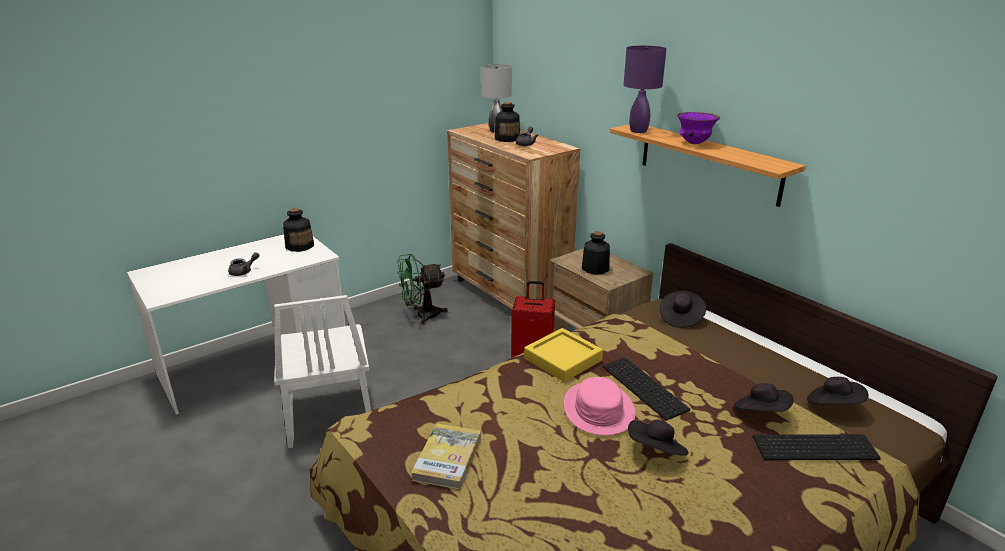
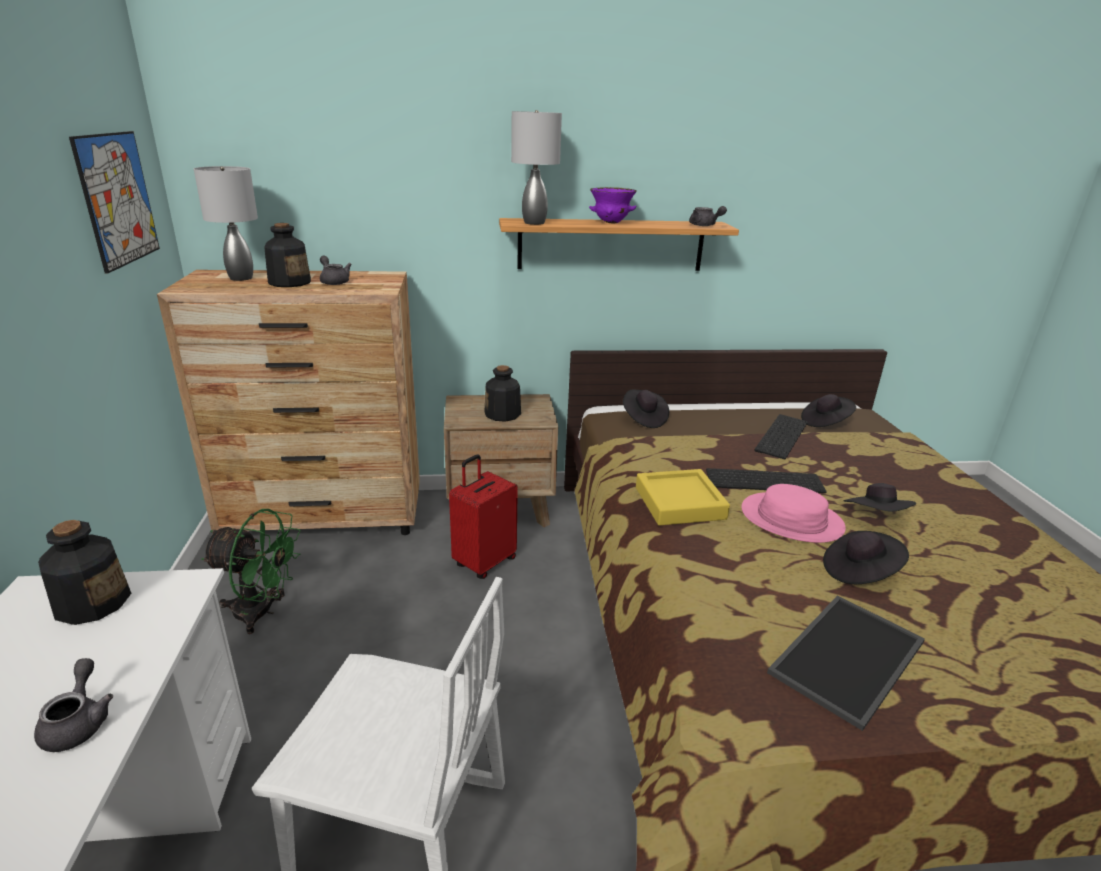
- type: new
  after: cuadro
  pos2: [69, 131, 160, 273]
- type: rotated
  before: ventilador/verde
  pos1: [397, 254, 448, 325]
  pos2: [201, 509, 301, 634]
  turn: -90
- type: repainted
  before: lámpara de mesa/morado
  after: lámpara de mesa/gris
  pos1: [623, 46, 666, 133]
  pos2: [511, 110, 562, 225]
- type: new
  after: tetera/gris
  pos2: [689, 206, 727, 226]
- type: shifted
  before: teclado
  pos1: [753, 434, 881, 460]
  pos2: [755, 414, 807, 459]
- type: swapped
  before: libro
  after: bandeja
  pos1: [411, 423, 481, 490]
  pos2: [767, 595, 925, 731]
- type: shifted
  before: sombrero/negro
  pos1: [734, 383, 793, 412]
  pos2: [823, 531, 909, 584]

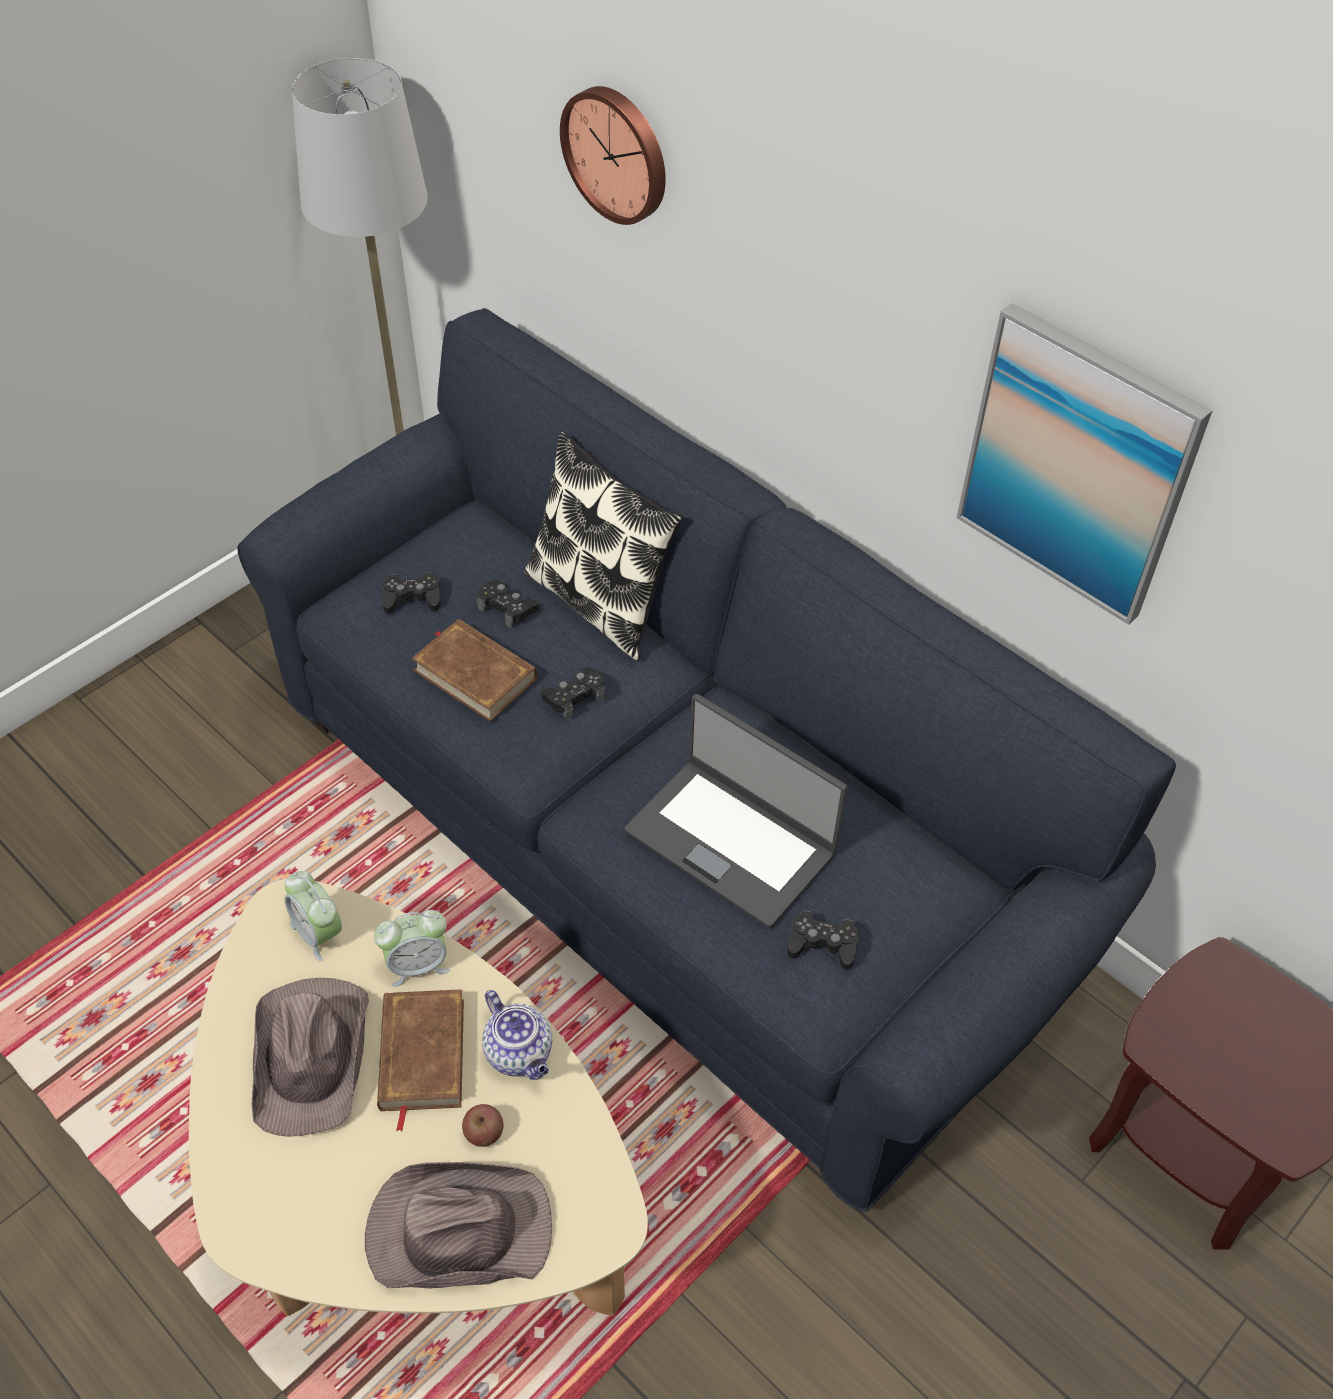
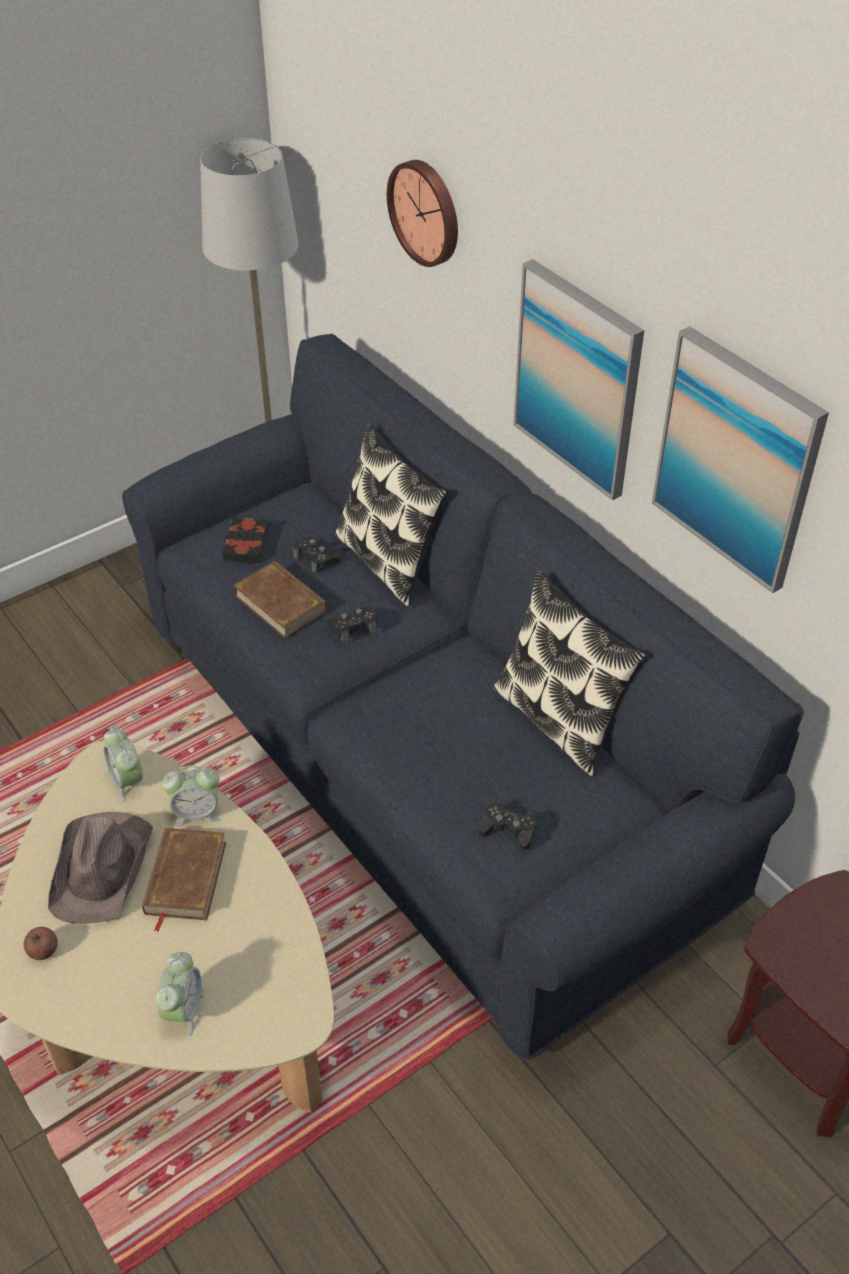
- type: shifted
  before: manzana
  pos1: [462, 1104, 503, 1147]
  pos2: [24, 927, 58, 960]
- type: swapped
  before: sombrero/marrón
  after: despertador
  pos1: [365, 1162, 552, 1289]
  pos2: [156, 952, 205, 1036]
- type: swapped
  before: mando de consola/negro
  after: libro/negro
  pos1: [382, 572, 441, 614]
  pos2: [222, 517, 269, 563]
- type: new
  after: cojín
  pos2: [493, 571, 647, 776]
- type: new
  after: cuadro
  pos2: [513, 259, 644, 501]
- type: gone
  before: tetera
  pos1: [482, 990, 552, 1080]
- type: gone
  before: portátil
  pos1: [625, 694, 848, 928]

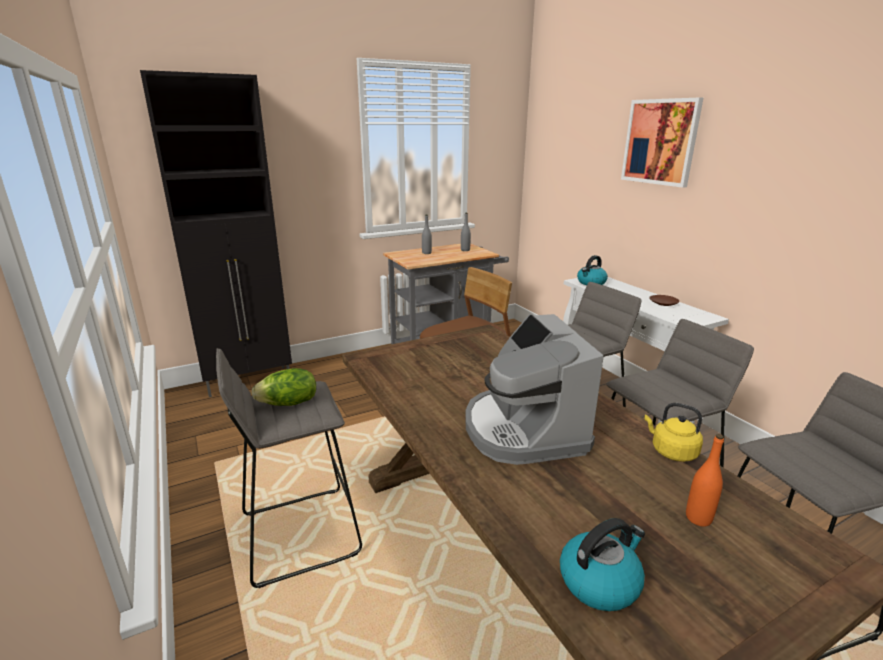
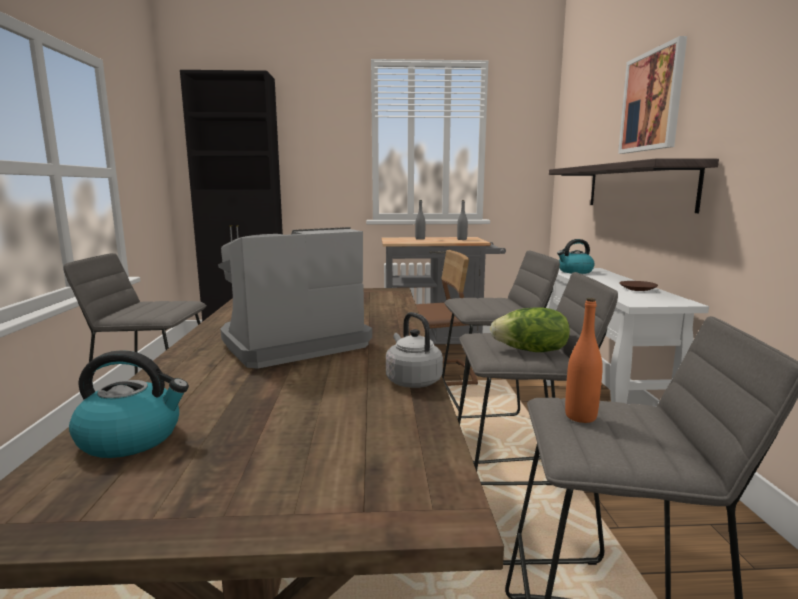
- type: rotated
  before: cafetera
  pos1: [465, 314, 604, 465]
  pos2: [218, 227, 372, 369]
  turn: 45
- type: repainted
  before: hervidor/amarillo
  after: hervidor/gris
  pos1: [644, 403, 703, 462]
  pos2: [386, 312, 443, 388]
- type: shifted
  before: lechuga
  pos1: [251, 368, 316, 406]
  pos2: [490, 307, 570, 352]
- type: new
  after: estante
  pos2: [549, 158, 719, 213]
- type: shifted
  before: botella/naranja
  pos1: [686, 434, 724, 527]
  pos2: [565, 298, 603, 423]

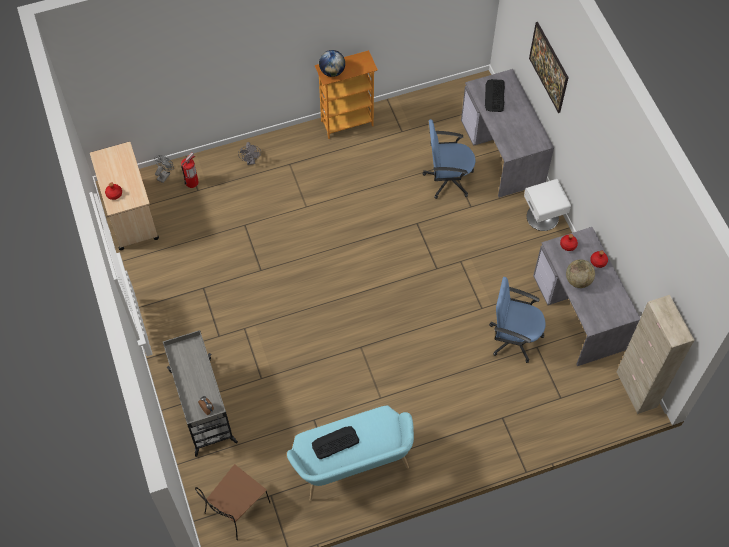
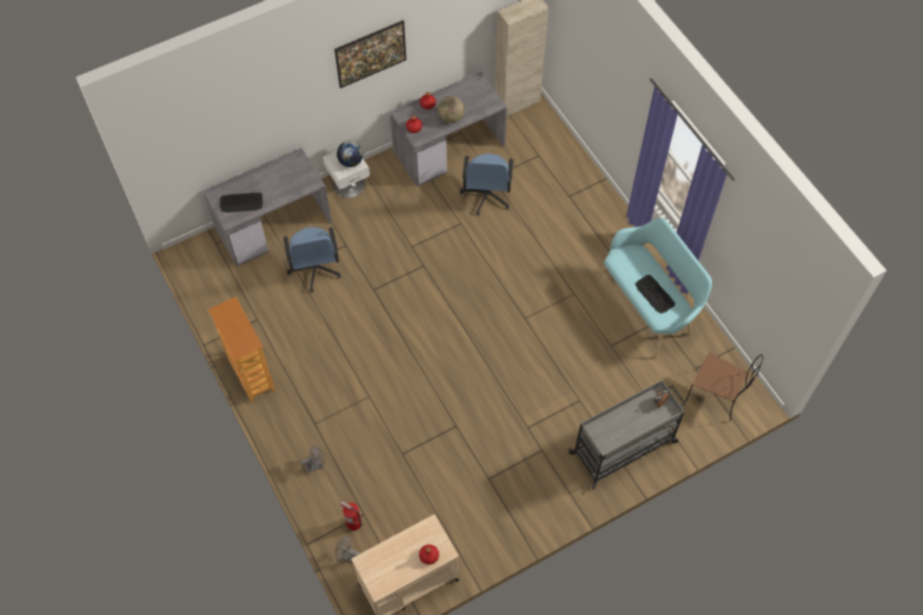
- type: shifted
  before: cuadro
  pos1: [529, 22, 569, 113]
  pos2: [334, 20, 406, 88]
- type: shifted
  before: globo terráqueo
  pos1: [319, 50, 345, 77]
  pos2: [337, 141, 363, 167]

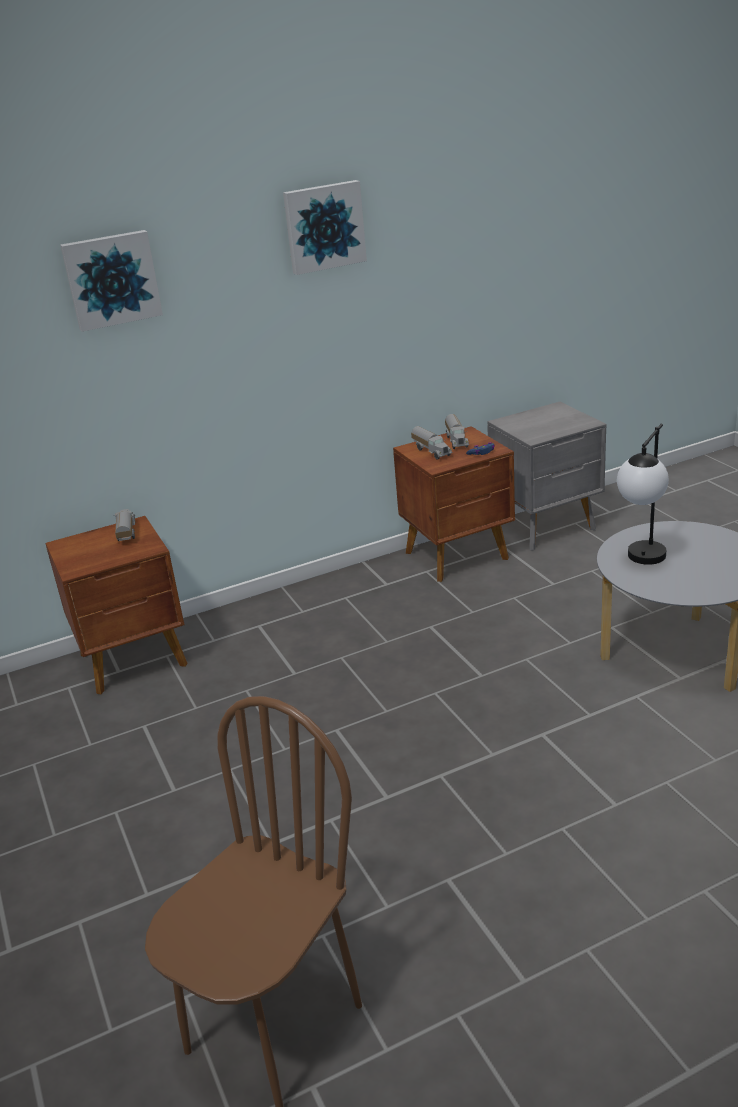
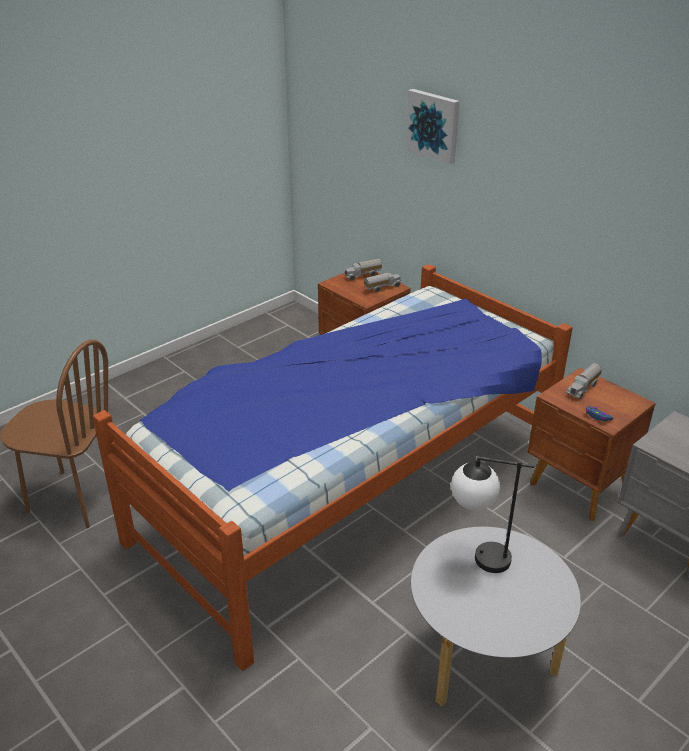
- type: new
  after: cama
  pos2: [92, 264, 572, 671]
- type: shifted
  before: camión de juguete
  pos1: [445, 414, 469, 449]
  pos2: [343, 259, 382, 281]
- type: gone
  before: cuadro
  pos1: [283, 180, 367, 275]

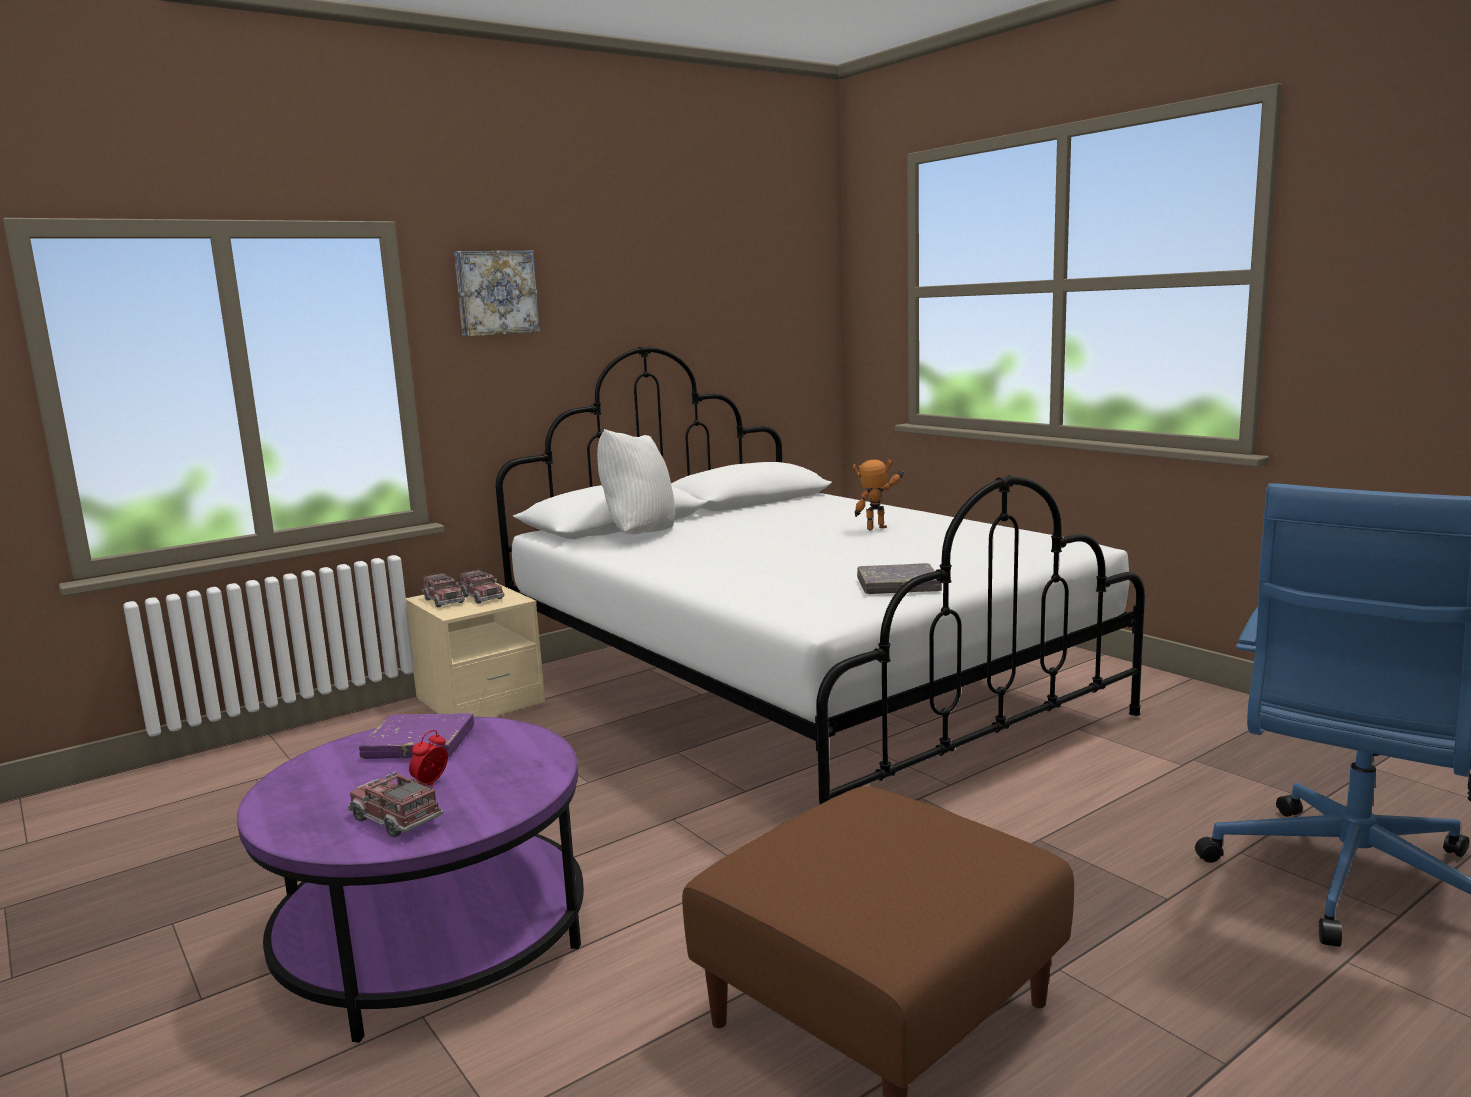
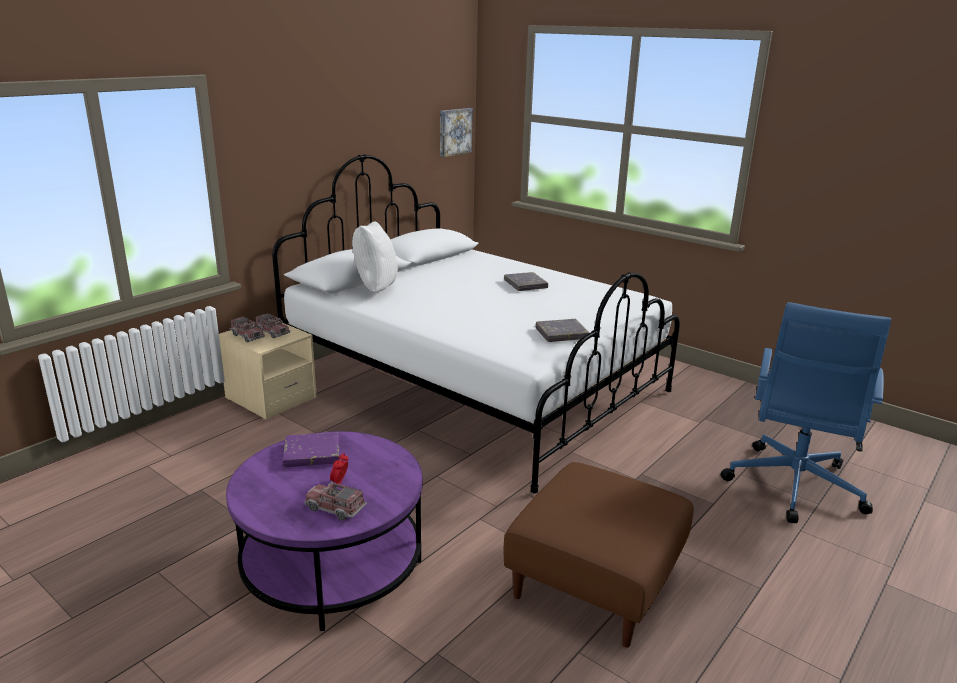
- type: shifted
  before: cuadro
  pos1: [454, 251, 540, 336]
  pos2: [440, 108, 473, 157]
- type: swapped
  before: robot de juguete
  after: libro/gris
  pos1: [853, 459, 904, 530]
  pos2: [504, 272, 548, 291]

